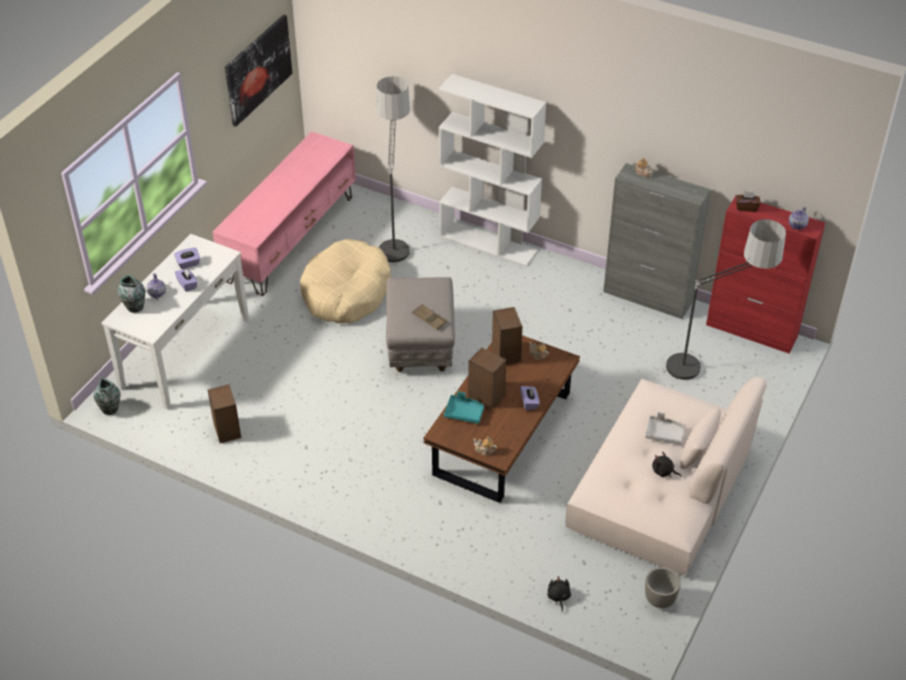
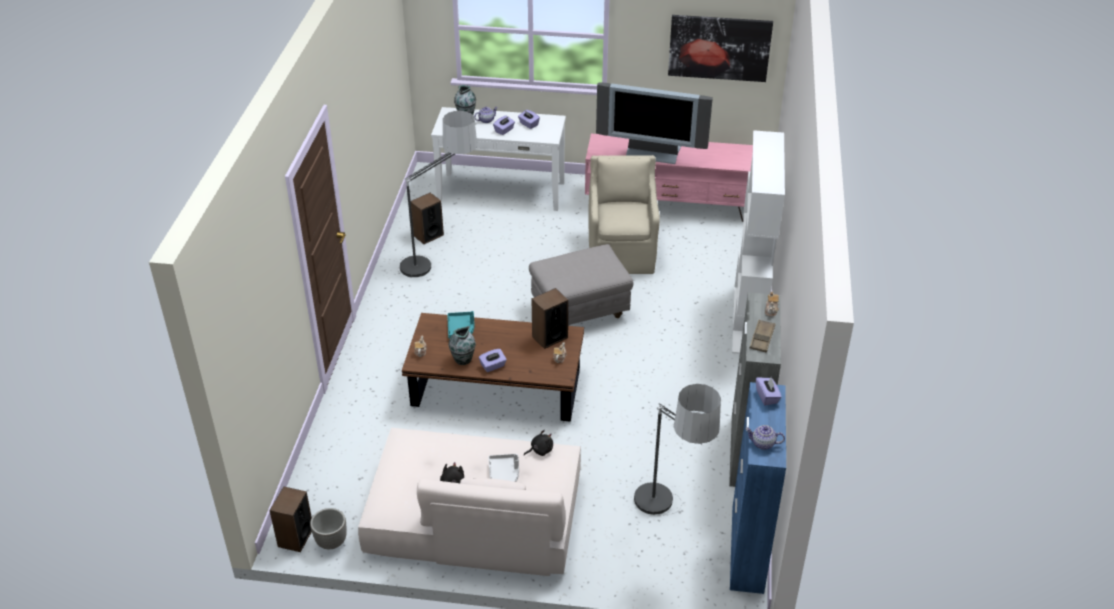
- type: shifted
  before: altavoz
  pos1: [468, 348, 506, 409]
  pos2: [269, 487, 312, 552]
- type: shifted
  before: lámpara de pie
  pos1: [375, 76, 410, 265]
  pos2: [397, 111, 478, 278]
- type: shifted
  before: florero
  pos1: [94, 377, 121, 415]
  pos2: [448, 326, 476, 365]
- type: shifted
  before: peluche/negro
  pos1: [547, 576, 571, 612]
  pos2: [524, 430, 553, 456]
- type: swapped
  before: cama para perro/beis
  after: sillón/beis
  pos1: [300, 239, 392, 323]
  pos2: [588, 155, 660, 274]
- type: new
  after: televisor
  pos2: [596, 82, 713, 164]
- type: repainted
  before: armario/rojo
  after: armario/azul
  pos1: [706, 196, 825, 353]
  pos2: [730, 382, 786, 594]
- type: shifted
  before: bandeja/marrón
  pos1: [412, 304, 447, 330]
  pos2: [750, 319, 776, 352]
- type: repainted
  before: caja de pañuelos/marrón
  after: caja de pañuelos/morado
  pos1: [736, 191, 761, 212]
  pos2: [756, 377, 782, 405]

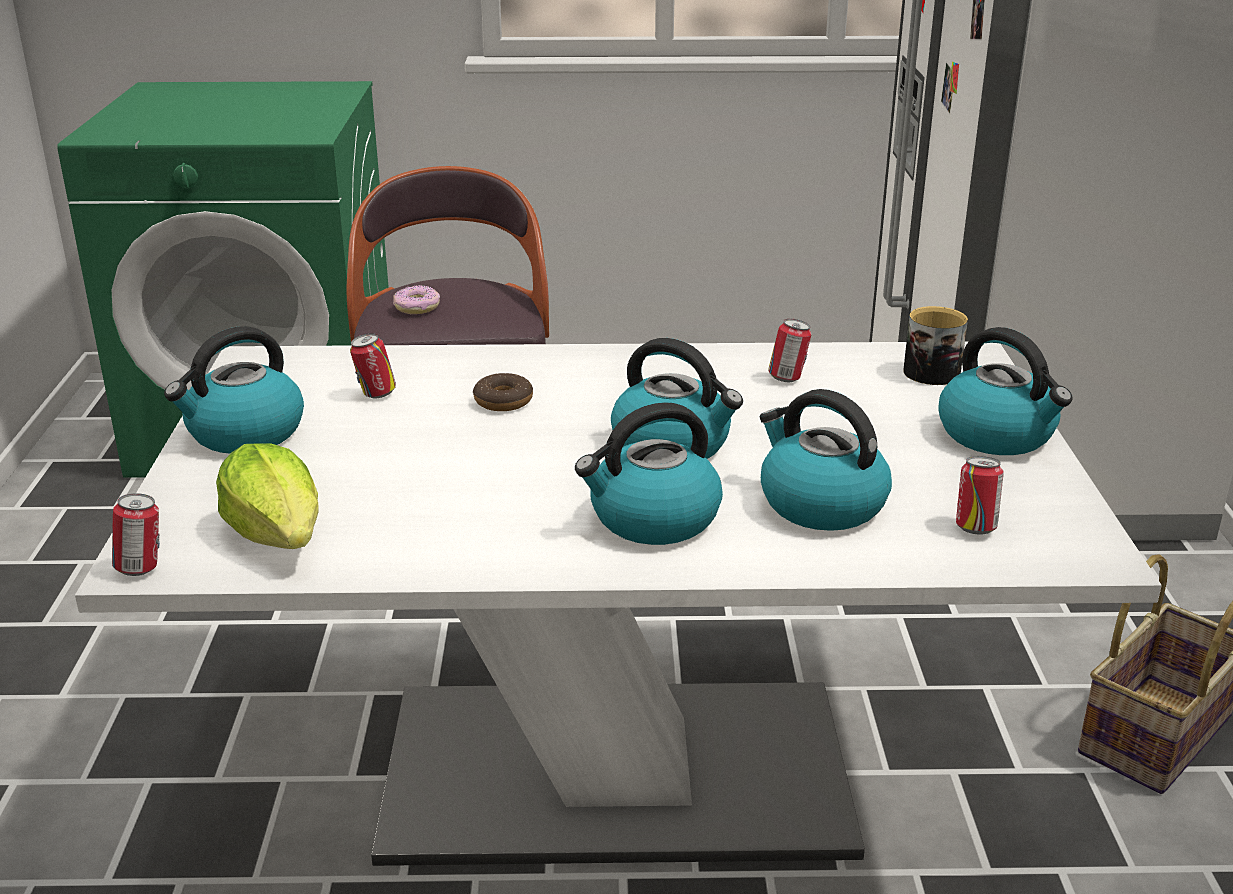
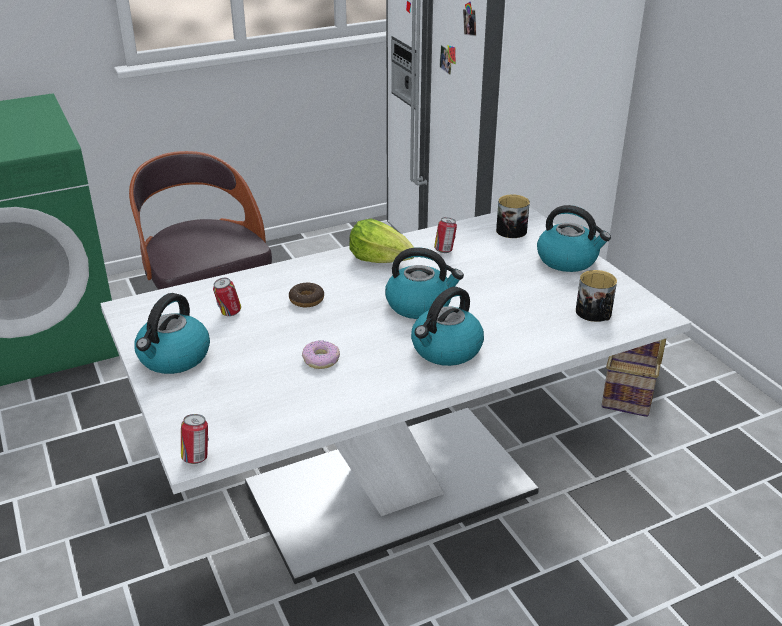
- type: shifted
  before: rosquilla
  pos1: [393, 285, 440, 314]
  pos2: [302, 340, 340, 369]
- type: shifted
  before: lechuga
  pos1: [216, 443, 319, 549]
  pos2: [349, 219, 414, 263]
- type: swapped
  before: lata
  after: taza grande
  pos1: [956, 456, 1004, 534]
  pos2: [576, 270, 617, 322]
- type: gone
  before: hervidor
  pos1: [760, 389, 892, 531]

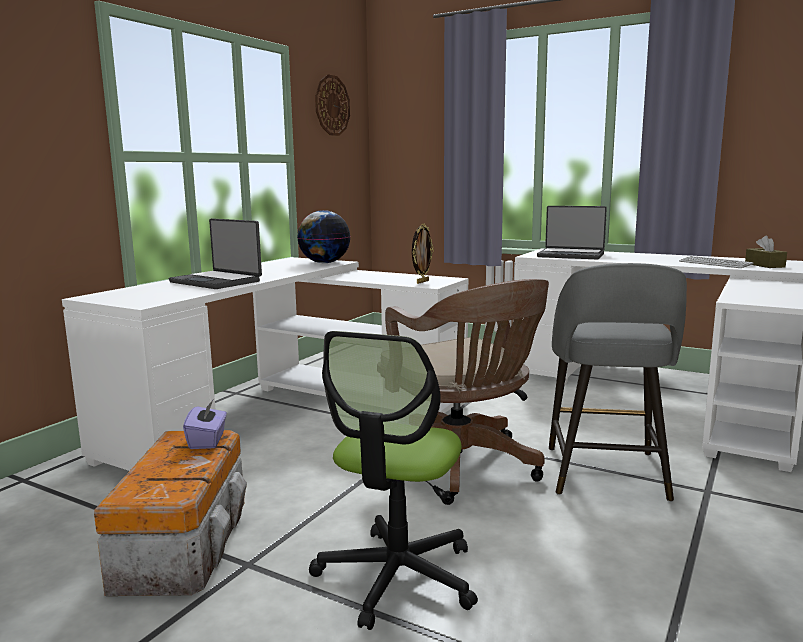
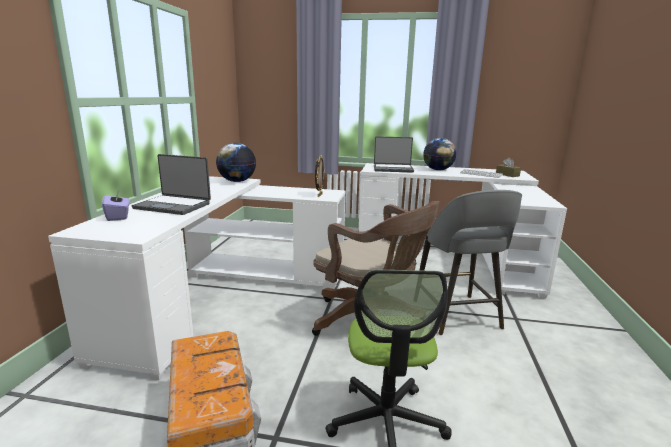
- type: shifted
  before: caja de pañuelos/morado
  pos1: [183, 400, 227, 449]
  pos2: [102, 189, 130, 221]
- type: new
  after: globo terráqueo
  pos2: [423, 138, 456, 171]
- type: gone
  before: reloj de pared
  pos1: [315, 74, 350, 136]

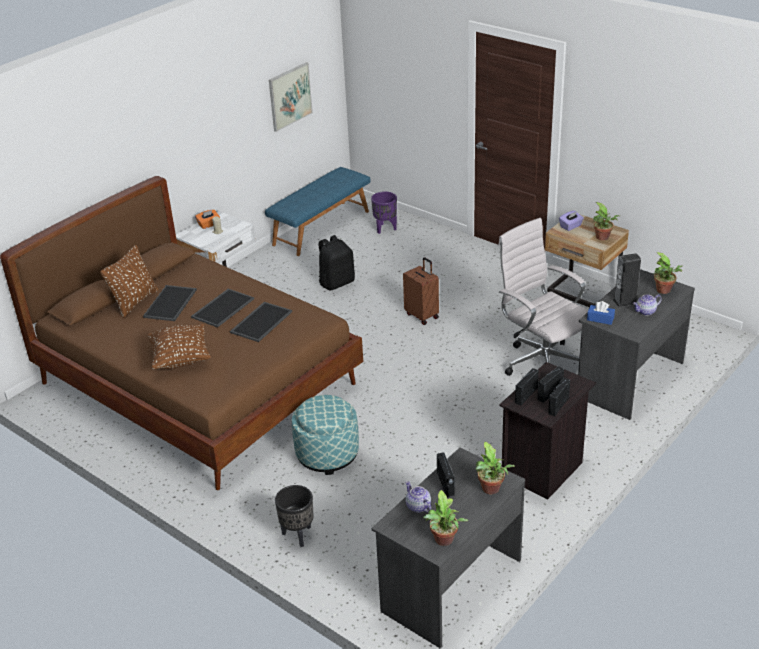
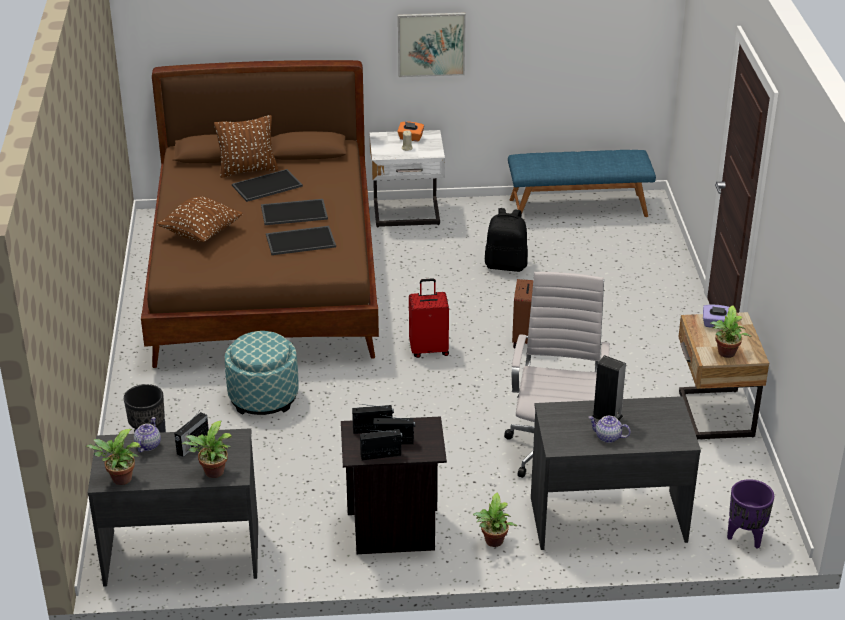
- type: shifted
  before: cuadro
  pos1: [269, 62, 313, 132]
  pos2: [398, 13, 466, 77]
- type: new
  after: maleta/rojo
  pos2: [409, 278, 449, 358]
- type: shifted
  before: planta en maceta
  pos1: [653, 252, 683, 294]
  pos2: [473, 492, 517, 547]
- type: shifted
  before: maceta/morado
  pos1: [371, 192, 397, 234]
  pos2: [727, 479, 774, 549]
- type: gone
  before: caja de pañuelos/azul
  pos1: [587, 301, 615, 325]

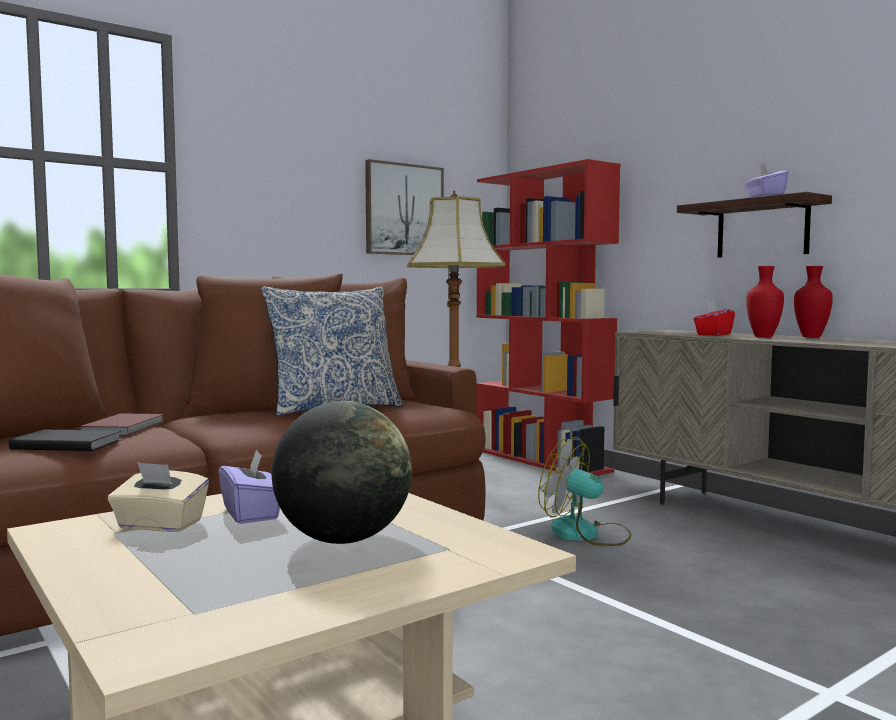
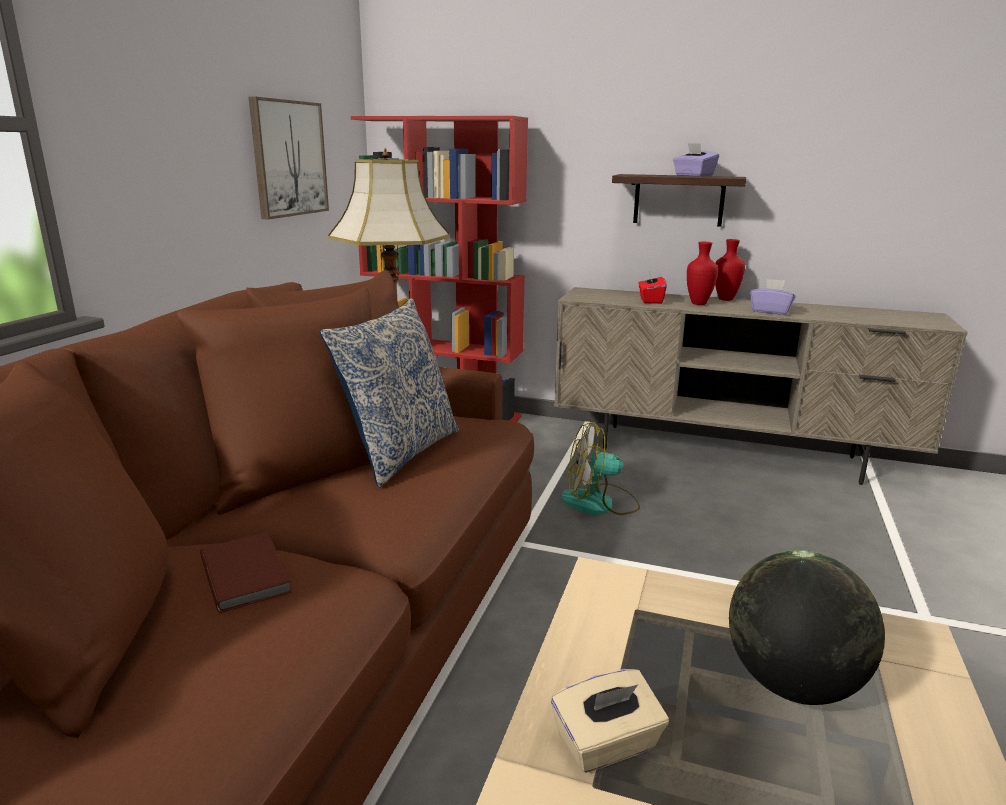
- type: shifted
  before: caja de pañuelos/morado
  pos1: [219, 449, 280, 524]
  pos2: [750, 279, 796, 315]
- type: gone
  before: libro/negro
  pos1: [9, 429, 121, 451]

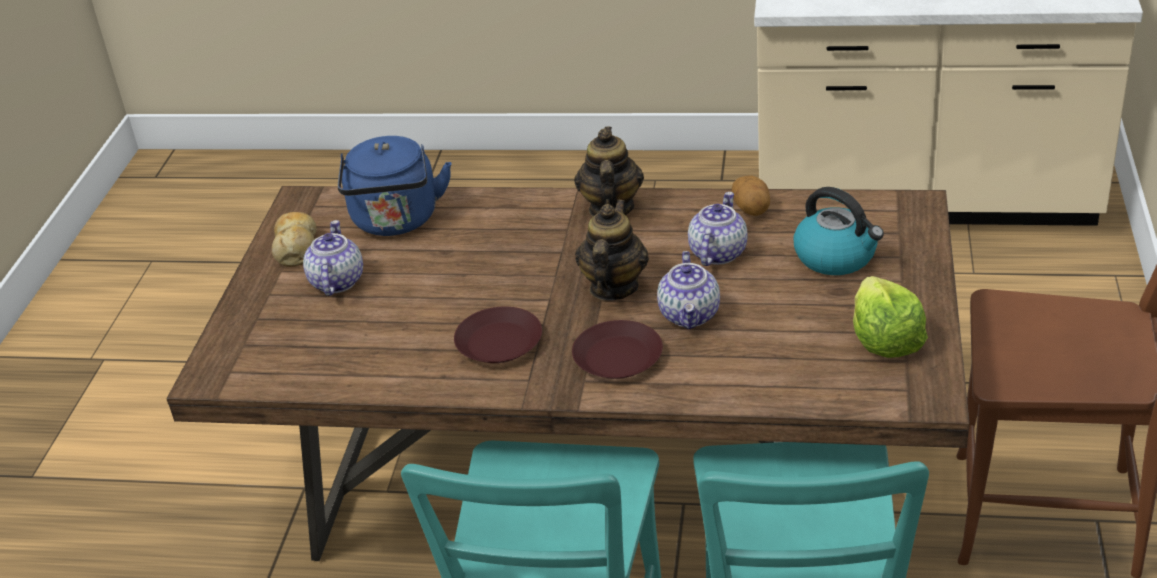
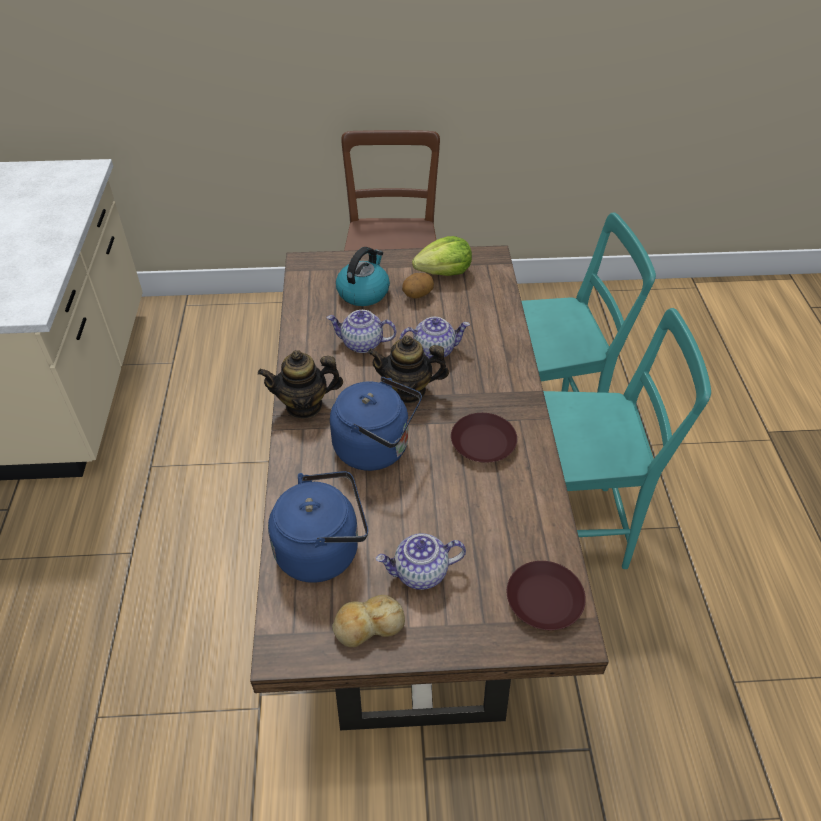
- type: new
  after: hervidor/azul
  pos2: [330, 377, 422, 471]
- type: shifted
  before: patata
  pos1: [732, 175, 770, 216]
  pos2: [402, 273, 434, 299]
- type: shifted
  before: plato/marrón
  pos1: [572, 320, 663, 379]
  pos2: [507, 561, 586, 630]

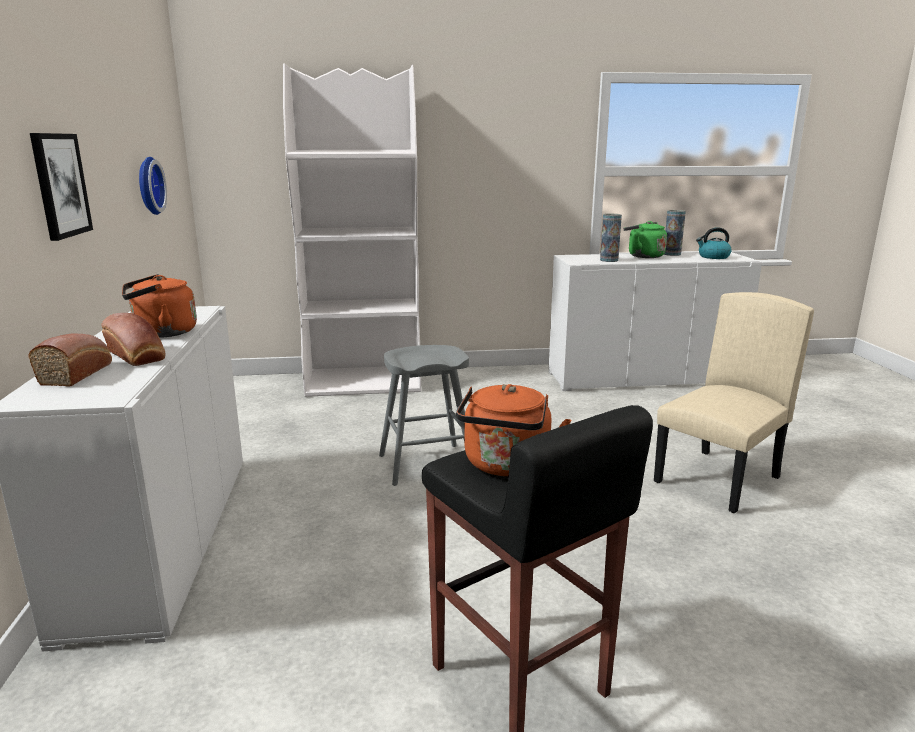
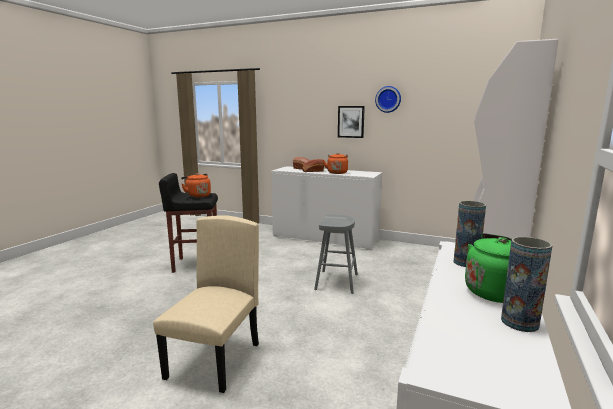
- type: rotated
  before: silla/beis
  pos1: [654, 292, 814, 513]
  pos2: [153, 215, 259, 393]
  turn: -150
- type: shifted
  before: reloj de pared
  pos1: [139, 157, 167, 215]
  pos2: [375, 86, 401, 113]
- type: gone
  before: hervidor
  pos1: [696, 227, 731, 259]

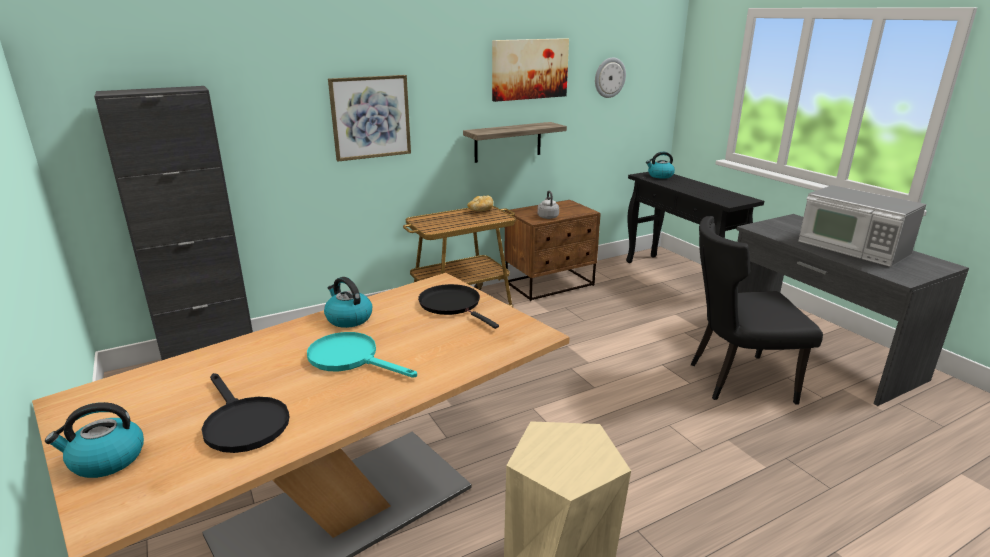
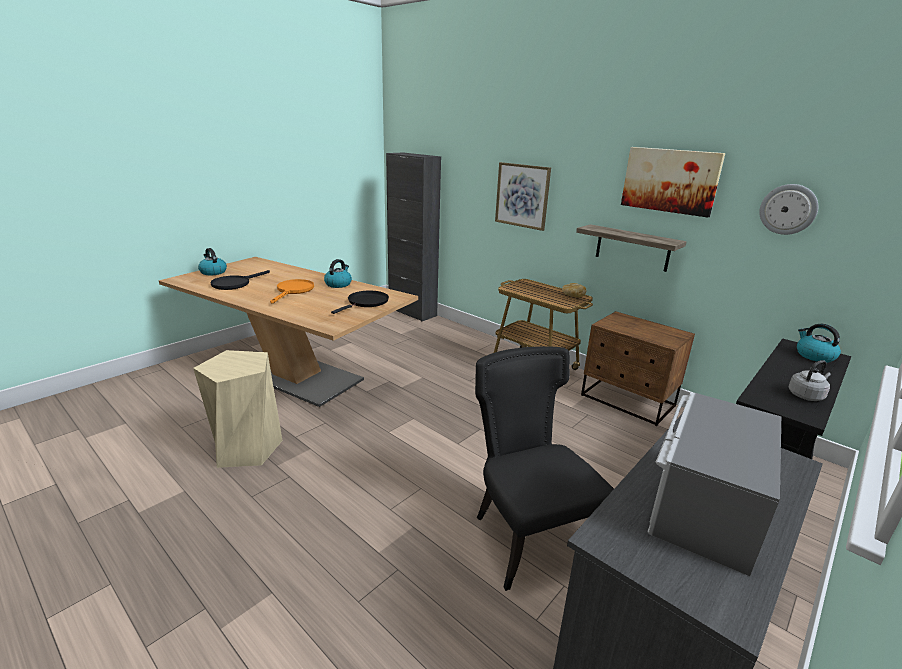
- type: repainted
  before: sartén/turquesa
  after: sartén/naranja
  pos1: [307, 332, 417, 378]
  pos2: [270, 279, 314, 303]
- type: shifted
  before: hervidor/gris
  pos1: [537, 190, 559, 219]
  pos2: [789, 360, 831, 401]

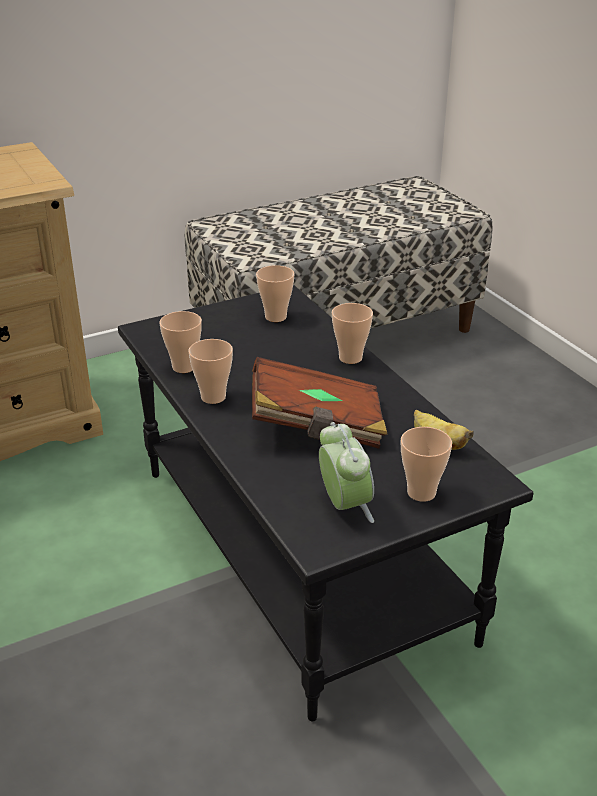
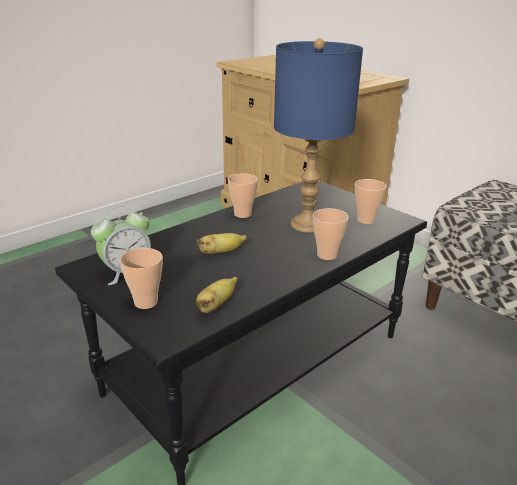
- type: swapped
  before: libro/marrón
  after: plátano
  pos1: [252, 357, 388, 449]
  pos2: [196, 233, 247, 254]
- type: new
  after: lámpara de mesa/azul
  pos2: [274, 38, 363, 233]
- type: gone
  before: taza
  pos1: [159, 311, 202, 373]

